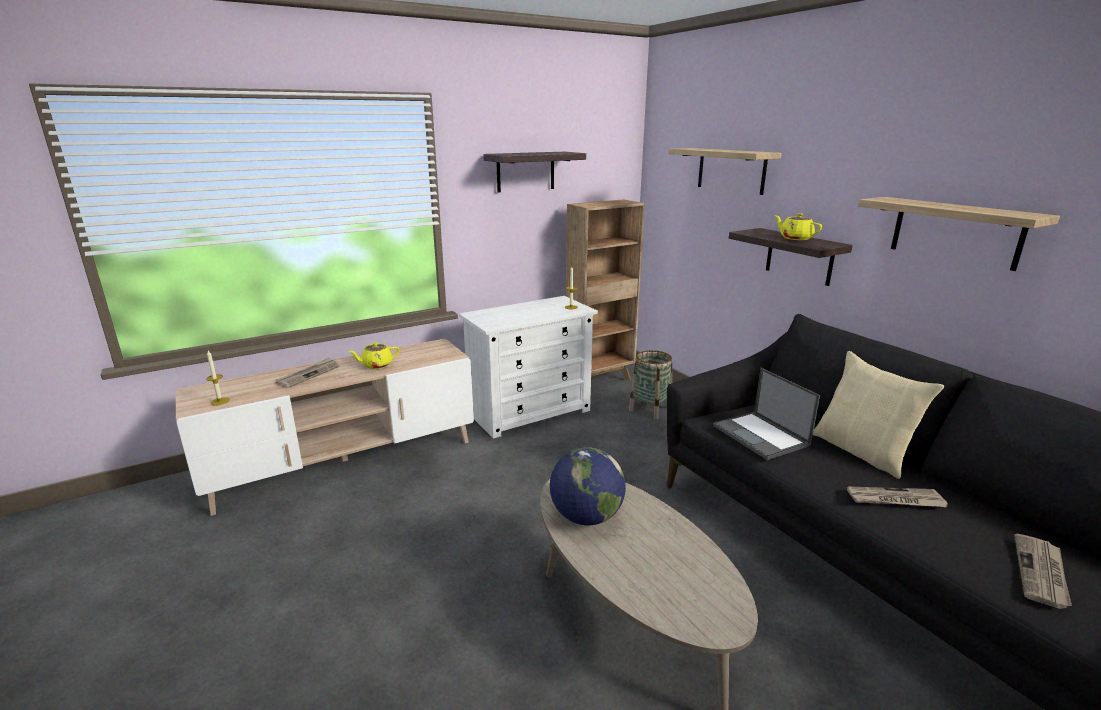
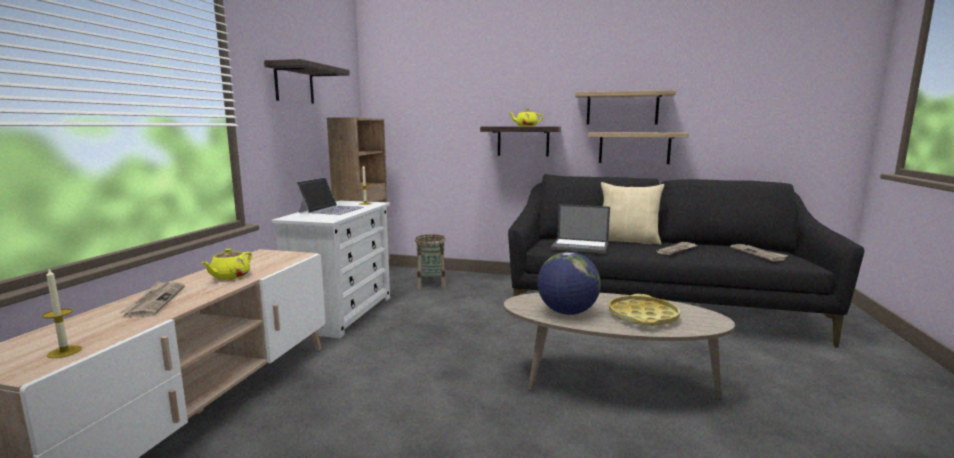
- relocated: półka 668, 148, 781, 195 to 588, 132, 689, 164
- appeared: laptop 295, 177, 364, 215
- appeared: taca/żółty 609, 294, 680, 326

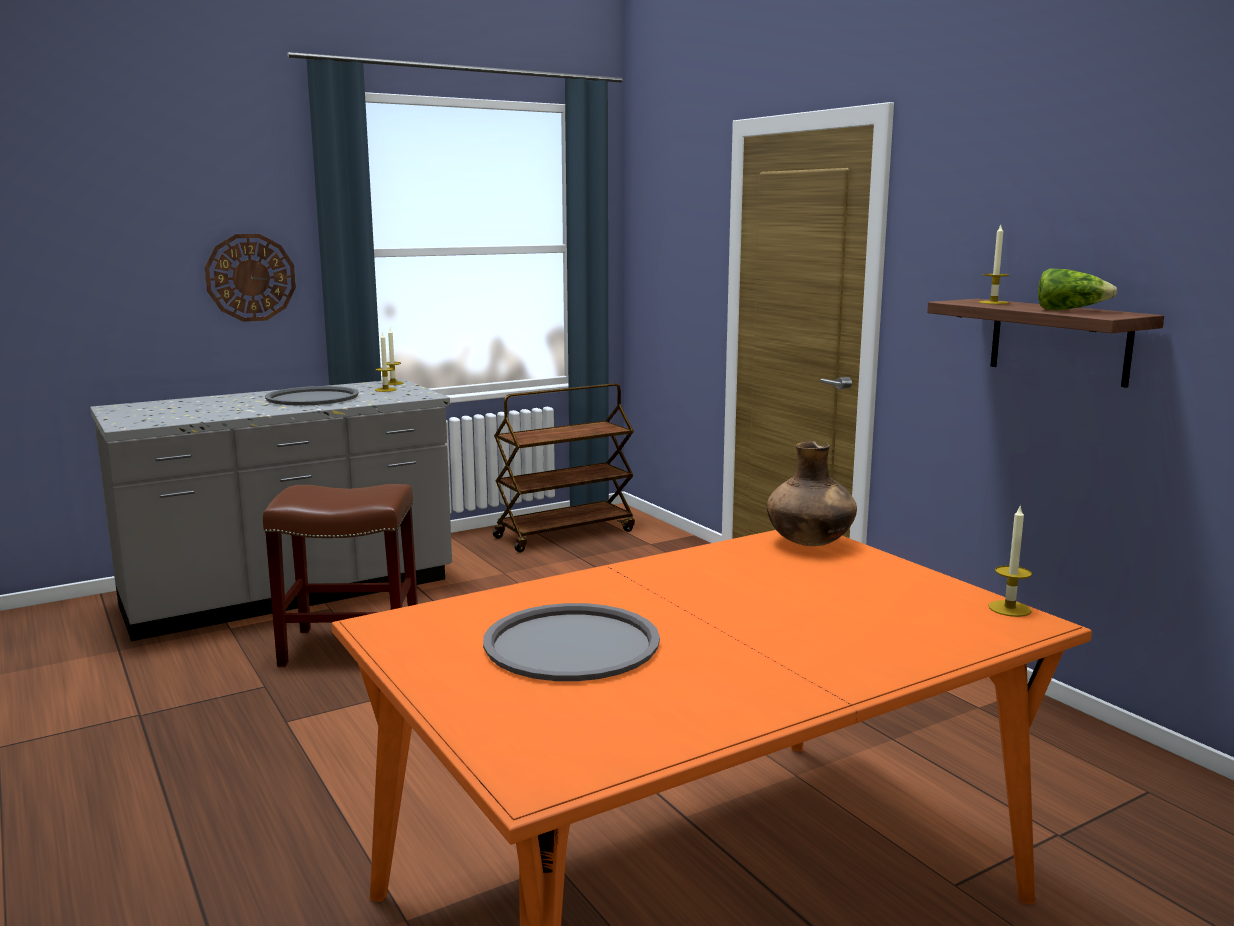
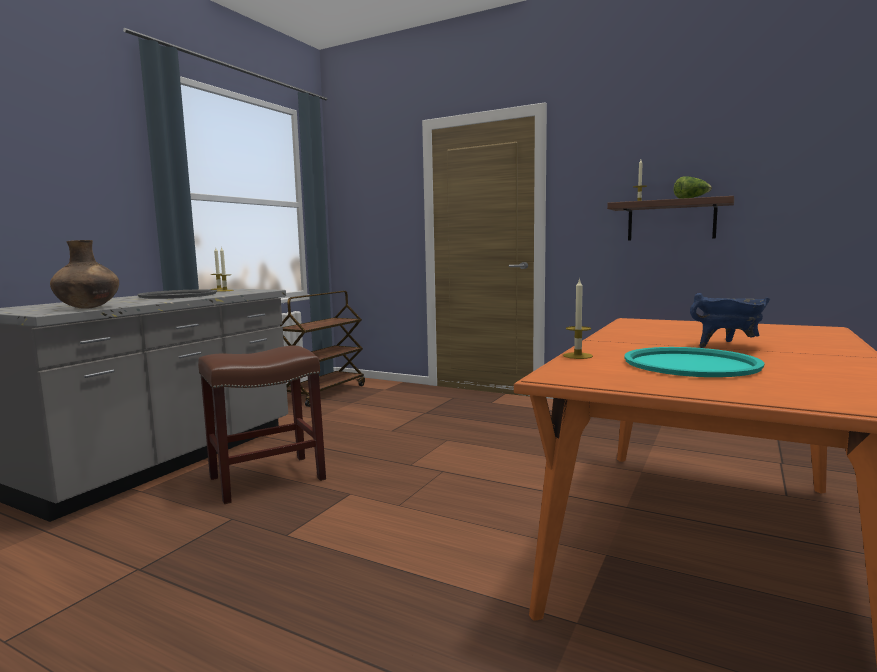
- missing: zegar ścienny 205, 234, 296, 322
- relocated: wazon/brązowy 767, 441, 857, 546 to 50, 240, 119, 309
- relocated: świeca 988, 507, 1032, 617 to 563, 278, 593, 359
- colour: taca/szary 483, 603, 660, 681 to taca/turkusowy 624, 347, 764, 377
- appeared: garnek/niebieski 690, 293, 770, 348

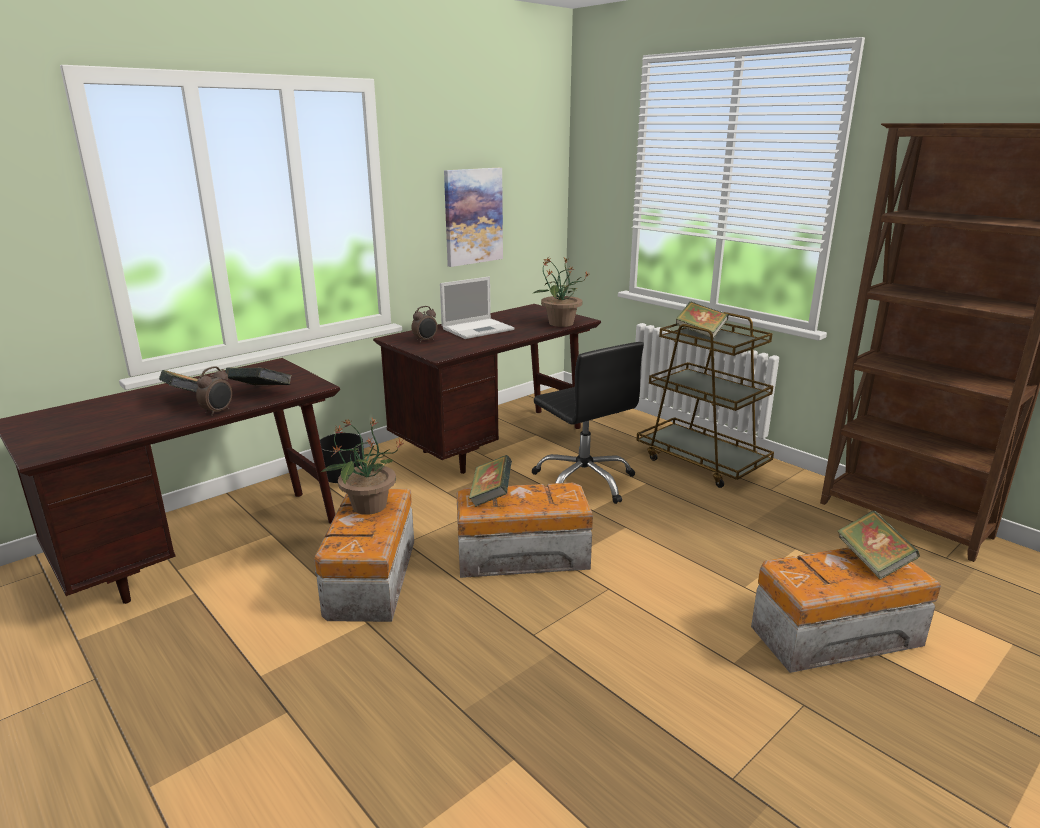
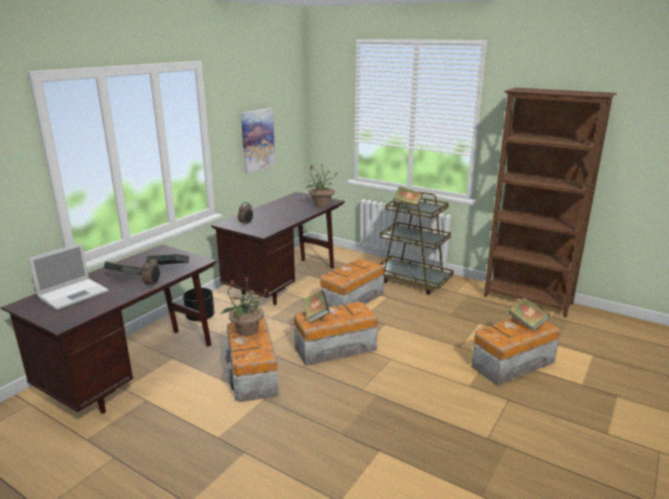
- relocated: laptop 440, 276, 514, 339 to 29, 243, 109, 310
- exchanged: krzesło biurowe/czarny 531, 342, 644, 504 to pojemnik do przechowywania 320, 259, 384, 307

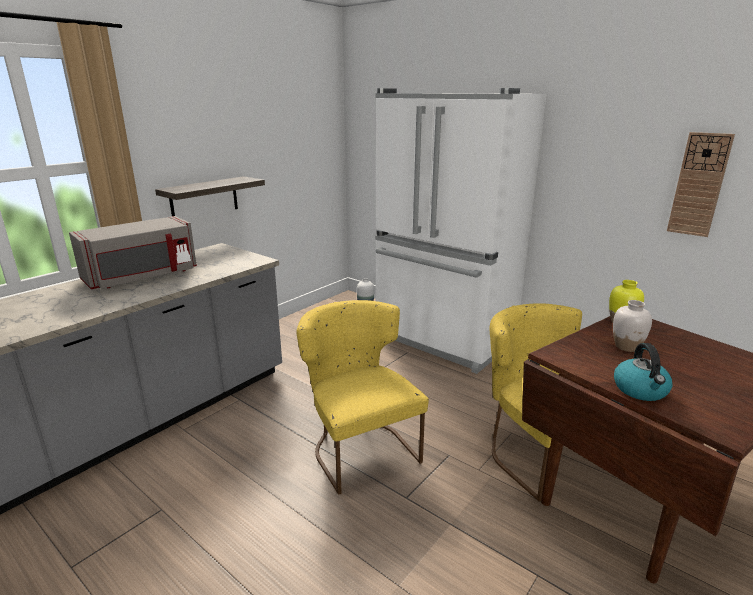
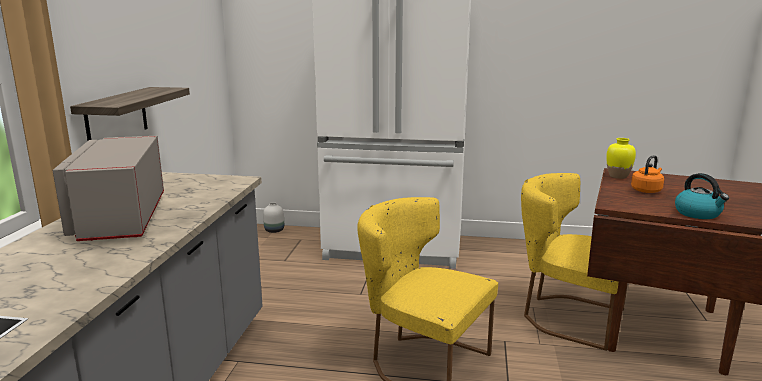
- missing: zegar ścienny 667, 132, 735, 237
- spun: mikrofalówka/szary 69, 216, 197, 289 = 52, 136, 164, 241 150 degrees clockwise
- exchanged: wazon/biały 613, 300, 652, 352 to czajnik/pomarańczowy 631, 155, 664, 193

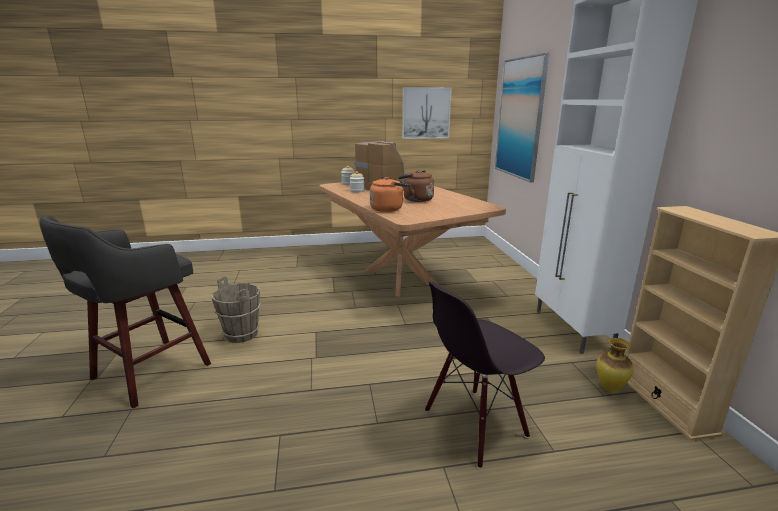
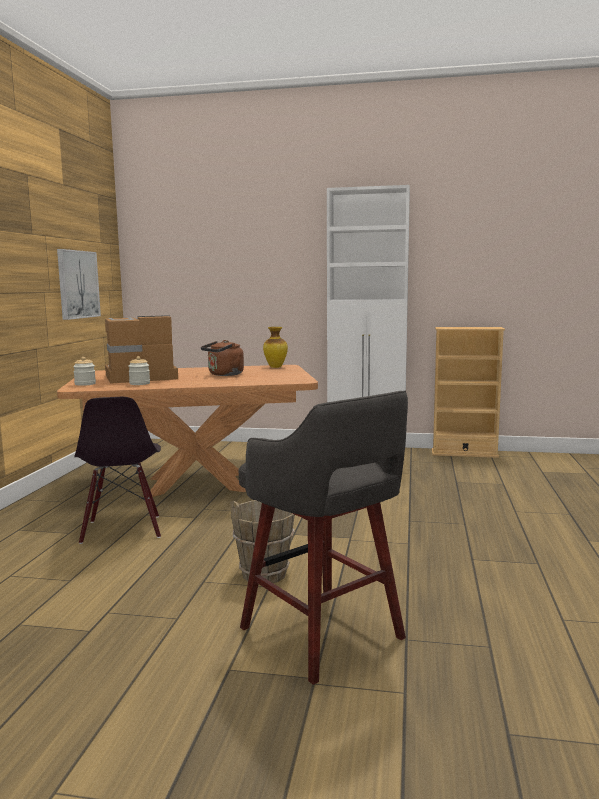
- missing: obraz 495, 52, 549, 182
- missing: czajnik/pomarańczowy 370, 177, 409, 212
- relocated: krzesło/czarny 425, 281, 545, 469 to 75, 397, 161, 544
- relocated: wazon 596, 338, 633, 392 to 263, 327, 288, 368

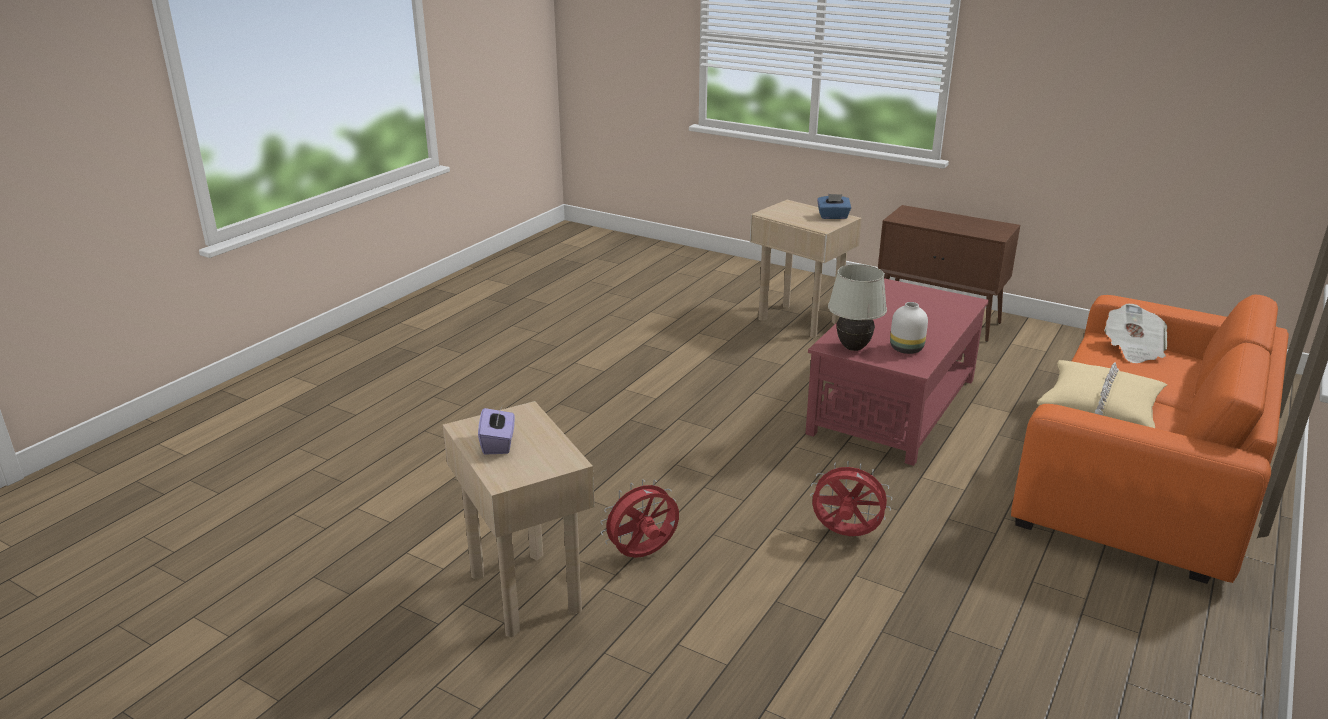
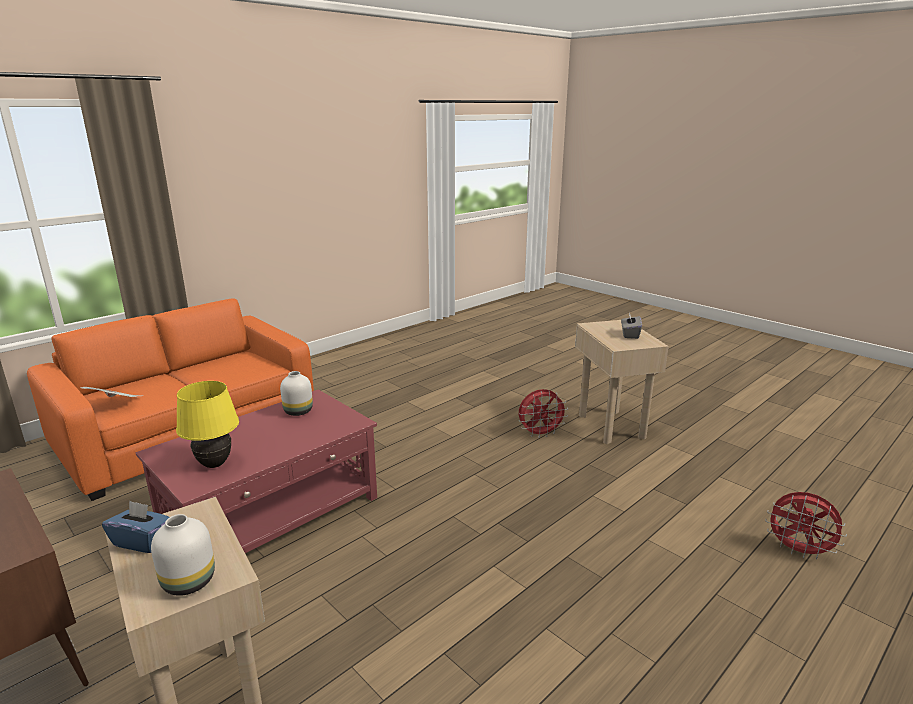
- missing: lampa stołowa/biały 828, 264, 887, 351
- missing: poduszka/beżowy 1037, 360, 1167, 428
- colour: pudełko chusteczek/fioletowy 478, 404, 515, 455 to pudełko chusteczek/szary 621, 311, 642, 339
- relocated: wentylator/czerwony 810, 461, 892, 536 to 765, 492, 847, 559
- appeared: lampa stołowa/żółty 176, 381, 239, 468
- appeared: wazon/biały 151, 514, 215, 596

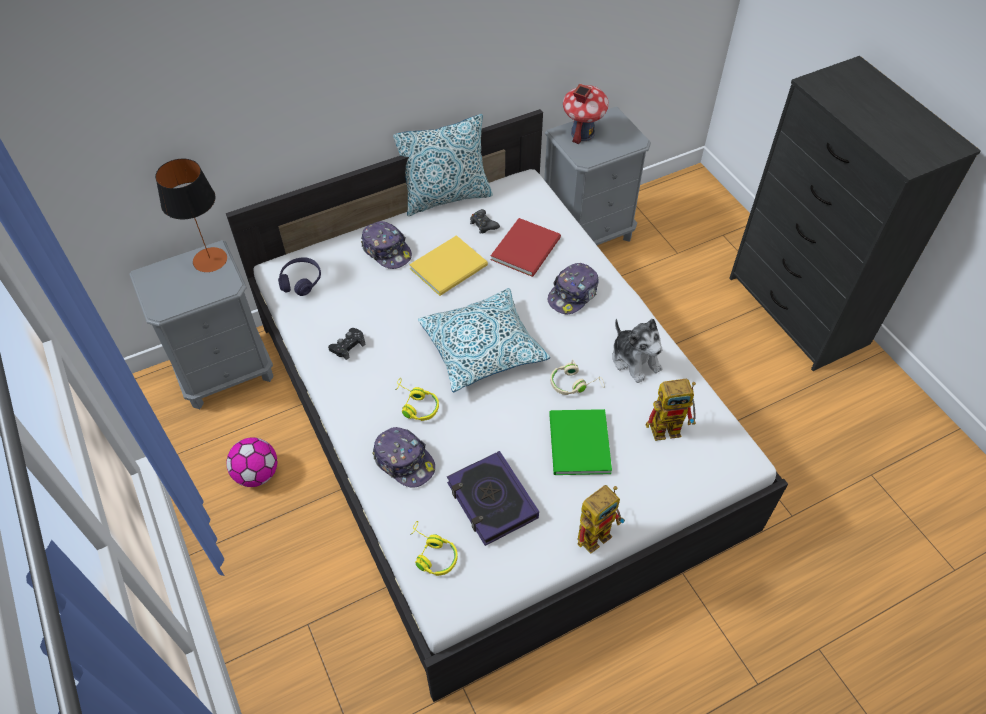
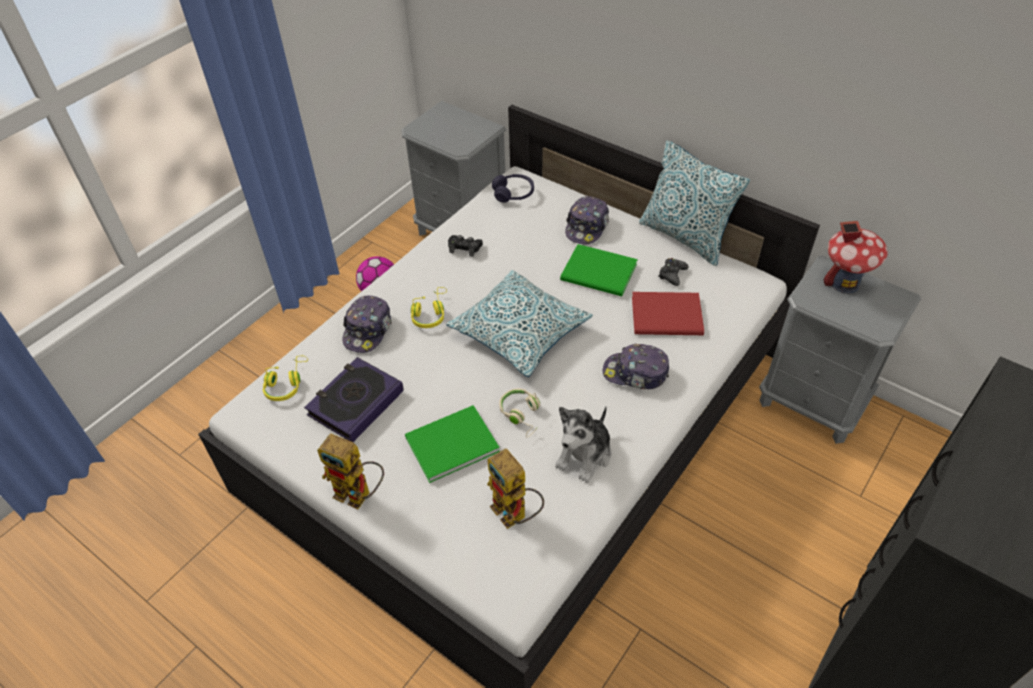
- missing: lampa stołowa 155, 159, 227, 272
- colour: książka/żółty 409, 235, 488, 296 to książka/zielony 560, 244, 638, 296

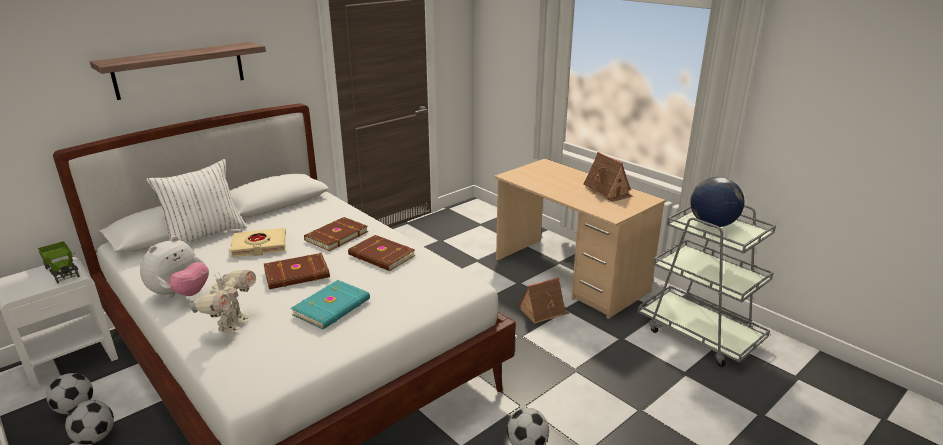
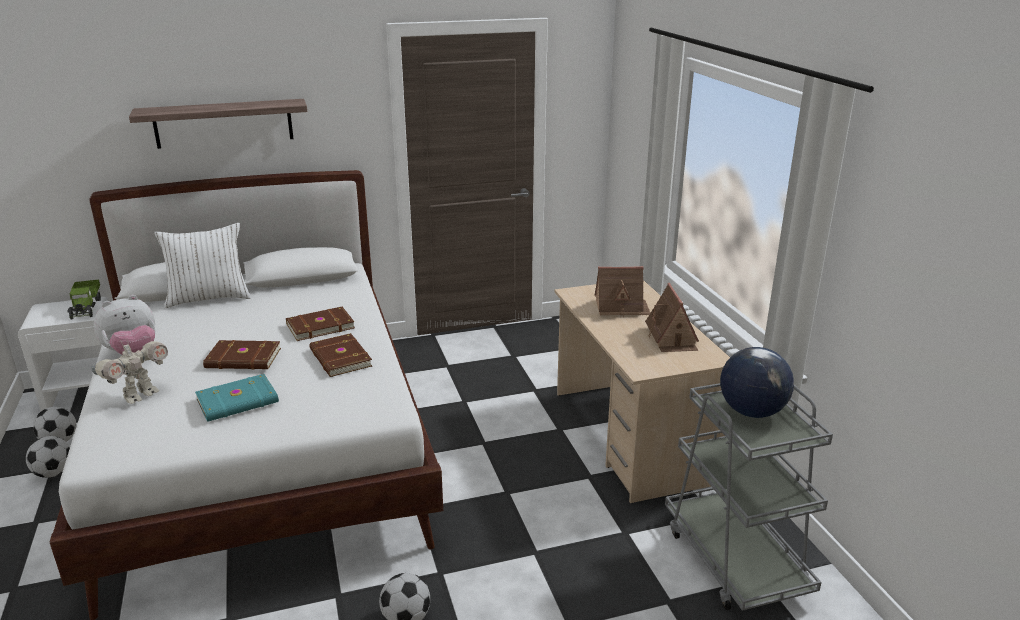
- missing: książka/beżowy 230, 228, 286, 257
- relocated: domek 519, 277, 569, 323 to 595, 266, 650, 317

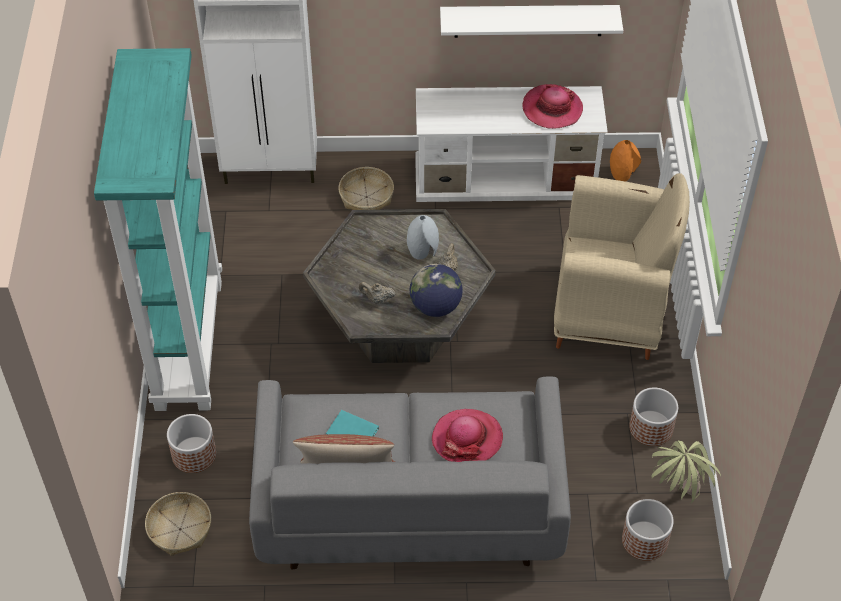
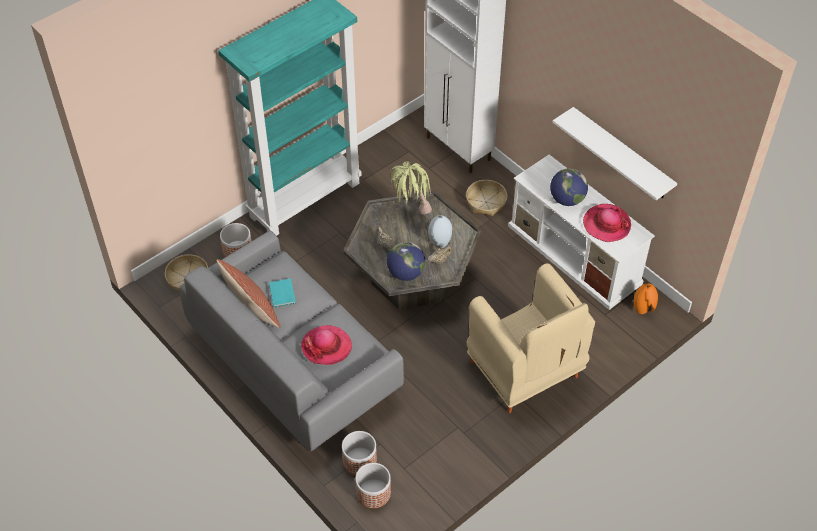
- relocated: donica 629, 387, 678, 446 to 342, 431, 377, 475
- relocated: roślina doniczkowa 651, 440, 721, 504 to 390, 161, 432, 215
- appeared: globus 550, 168, 588, 206

